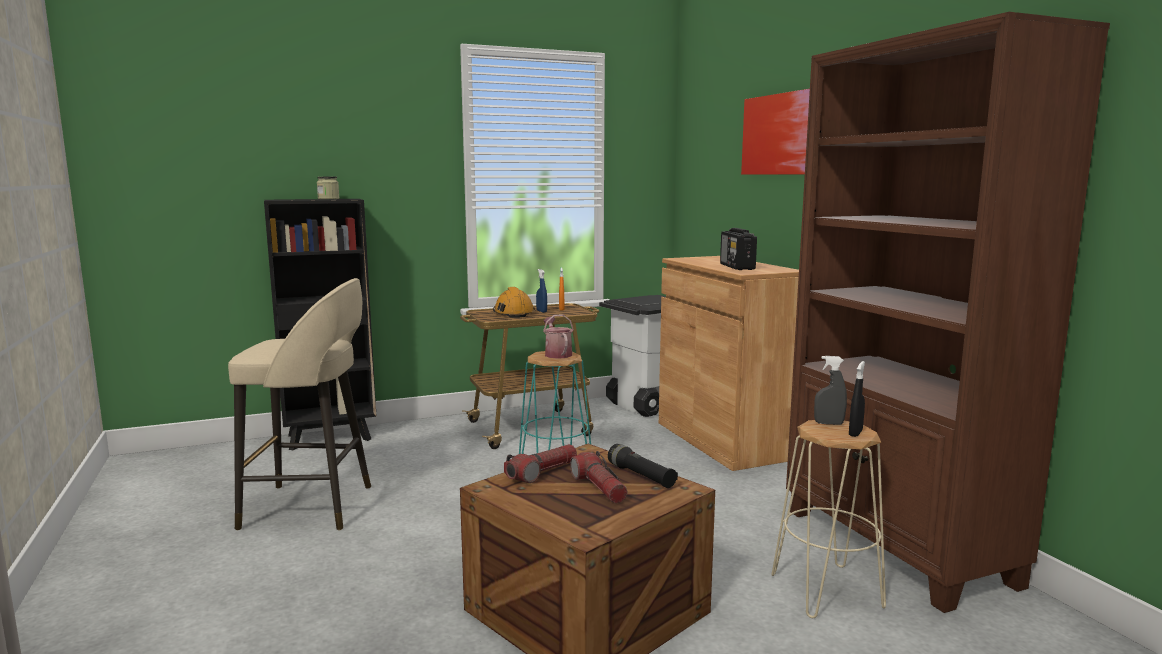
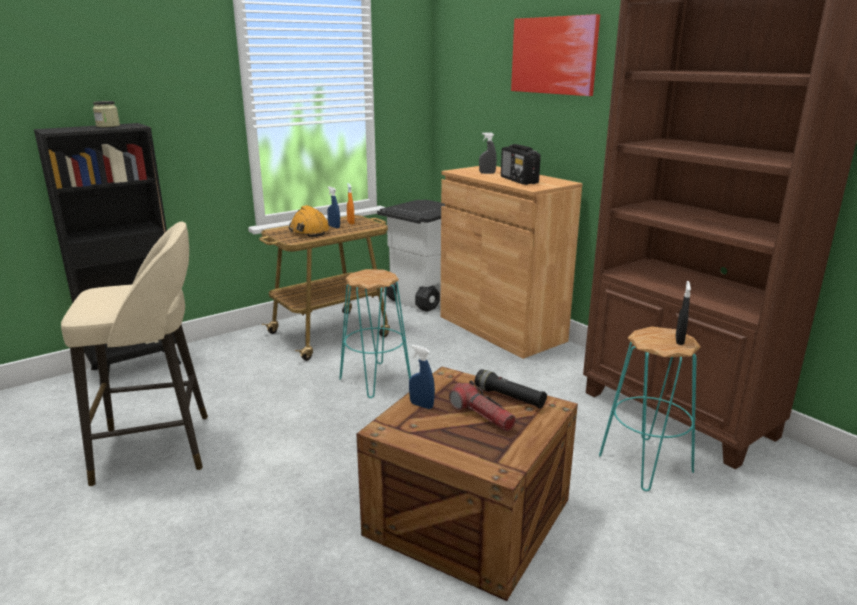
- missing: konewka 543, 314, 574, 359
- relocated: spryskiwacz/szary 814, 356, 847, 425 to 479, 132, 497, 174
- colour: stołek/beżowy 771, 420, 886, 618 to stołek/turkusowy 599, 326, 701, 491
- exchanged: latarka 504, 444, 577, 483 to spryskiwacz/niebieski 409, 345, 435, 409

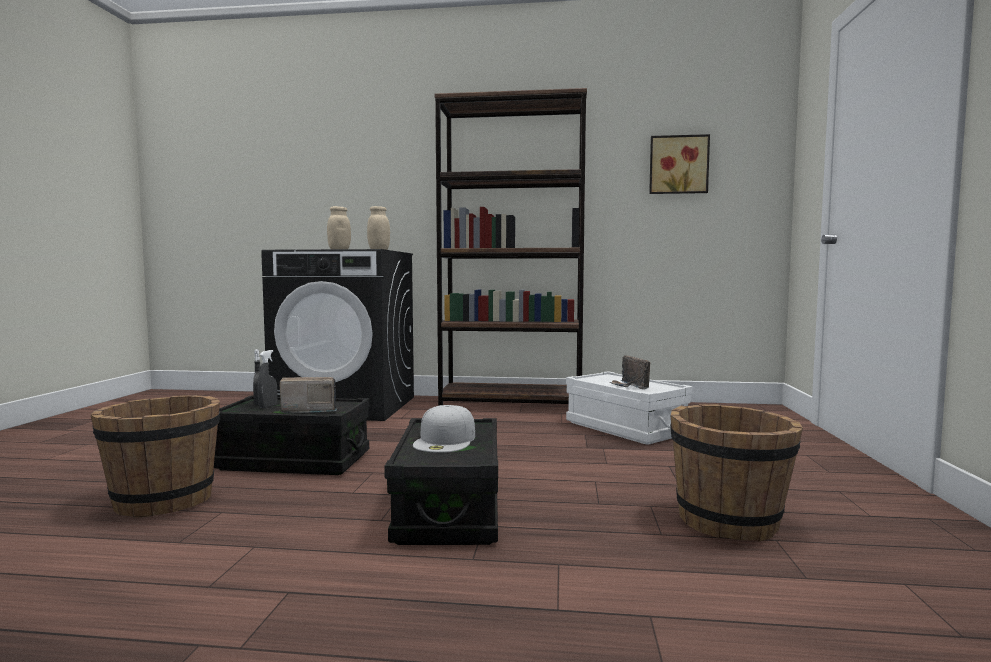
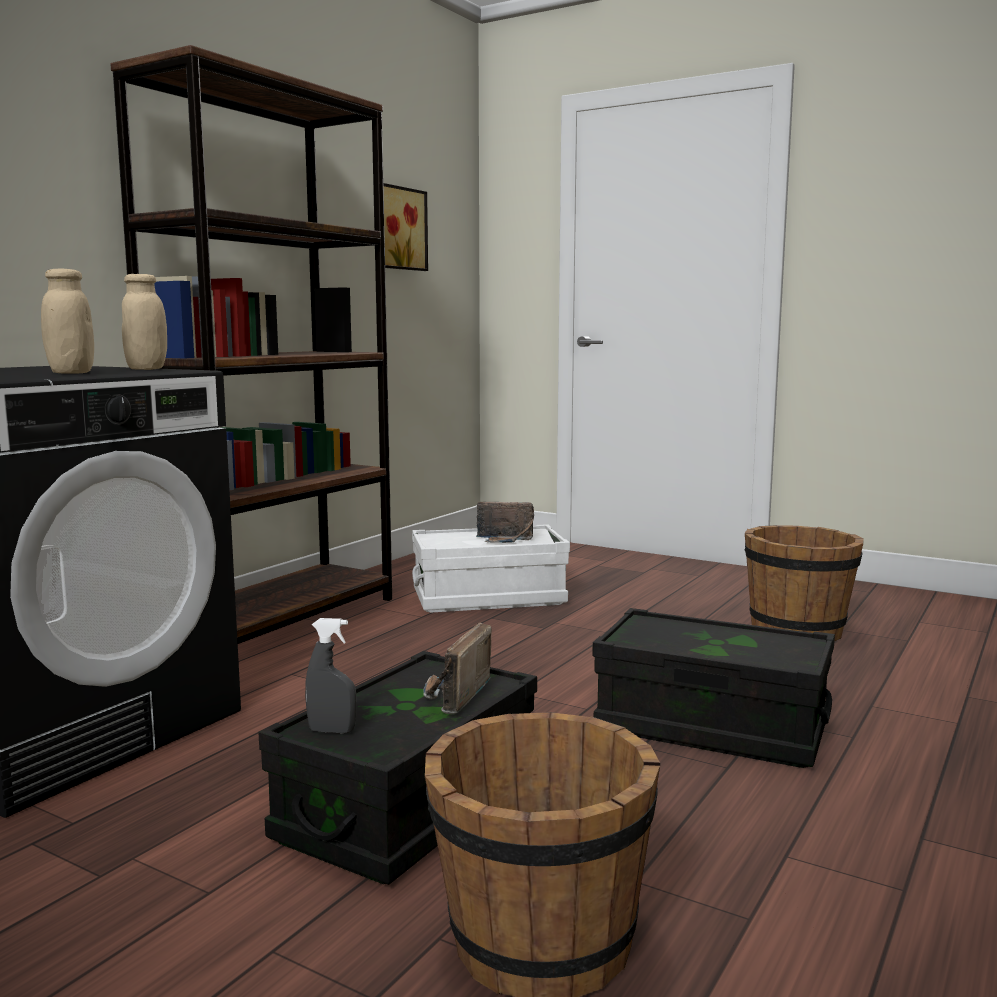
- missing: spryskiwacz/szary 257, 350, 277, 408
- missing: czapka z daszkiem/biały 413, 405, 475, 453

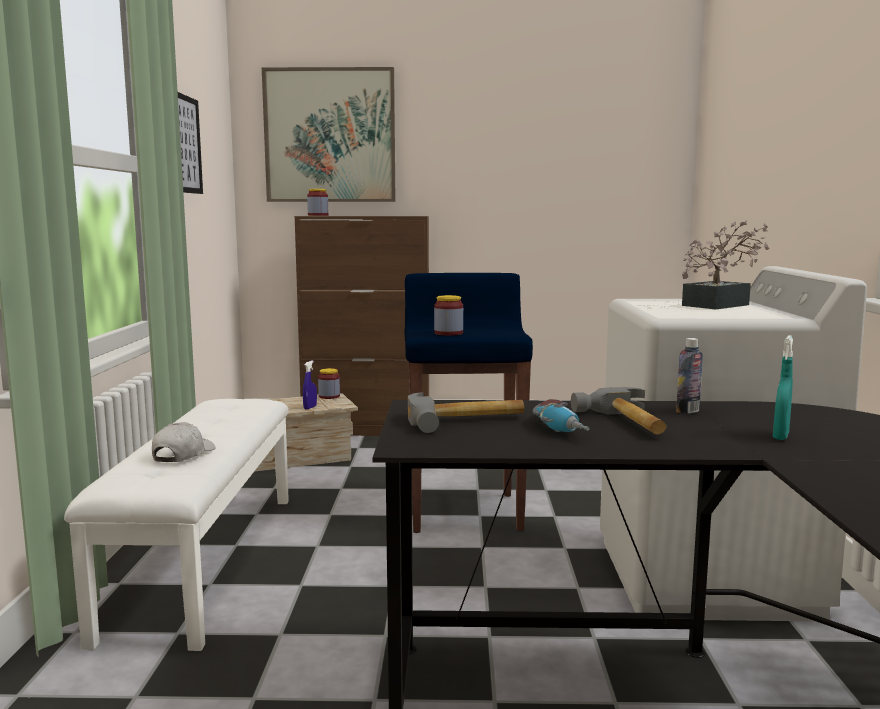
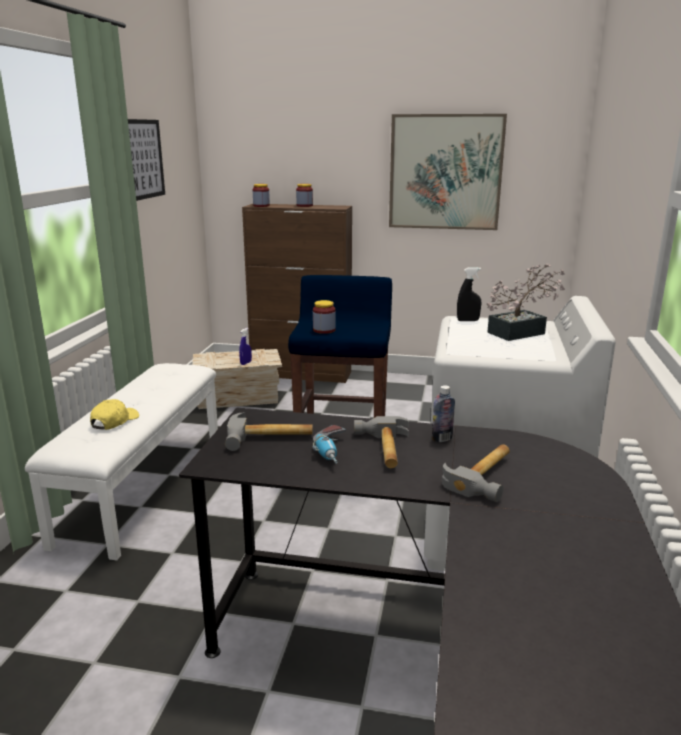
- relocated: obraz 262, 67, 396, 202 to 389, 114, 507, 230
- exchanged: spryskiwacz/turkusowy 773, 335, 793, 440 to młotek 442, 444, 510, 502
- relocated: słoik 318, 368, 340, 399 to 296, 184, 313, 207
- colour: czapka z daszkiem/biały 152, 422, 215, 462 to czapka z daszkiem/żółty 90, 399, 139, 430
- appeared: spryskiwacz/czarny 457, 267, 481, 321

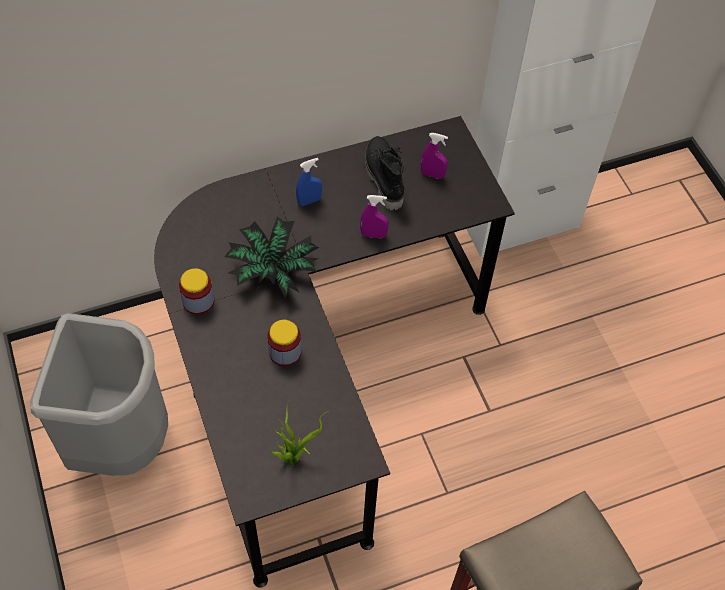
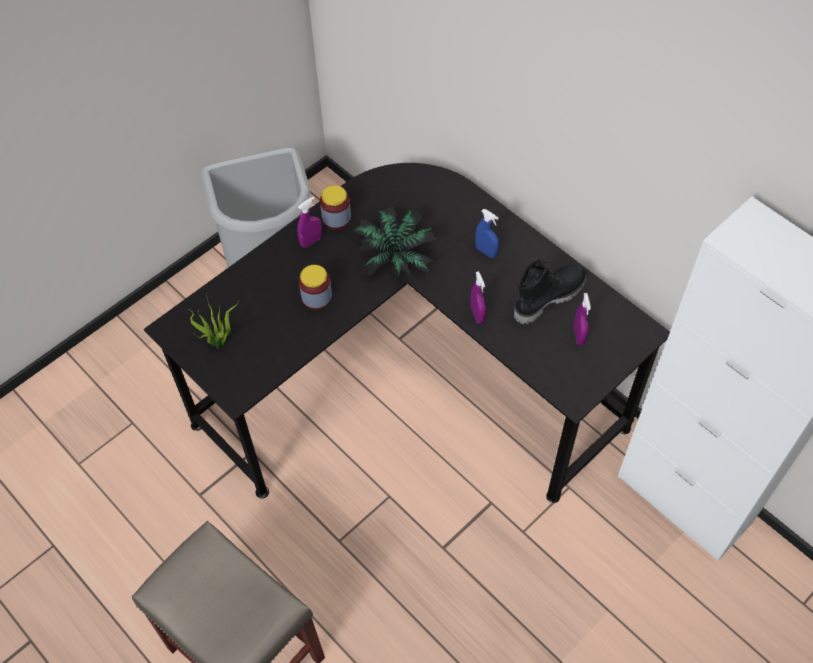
- appeared: spryskiwacz/fioletowy 297, 196, 322, 248

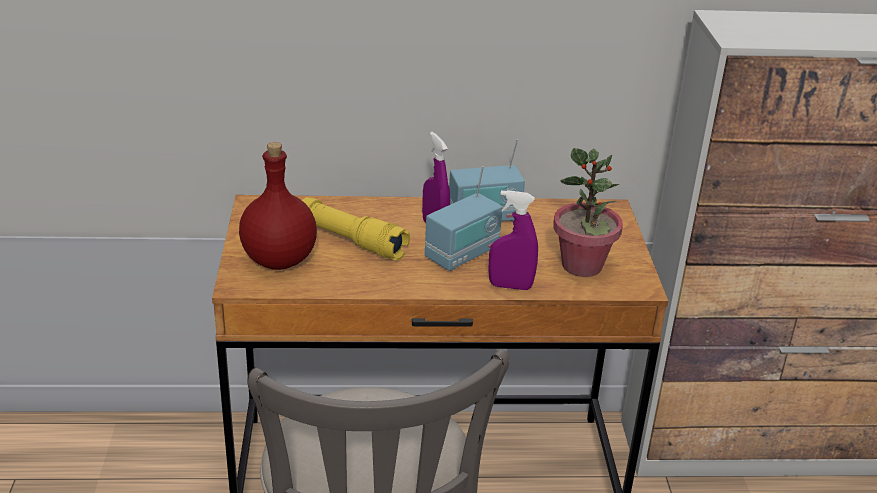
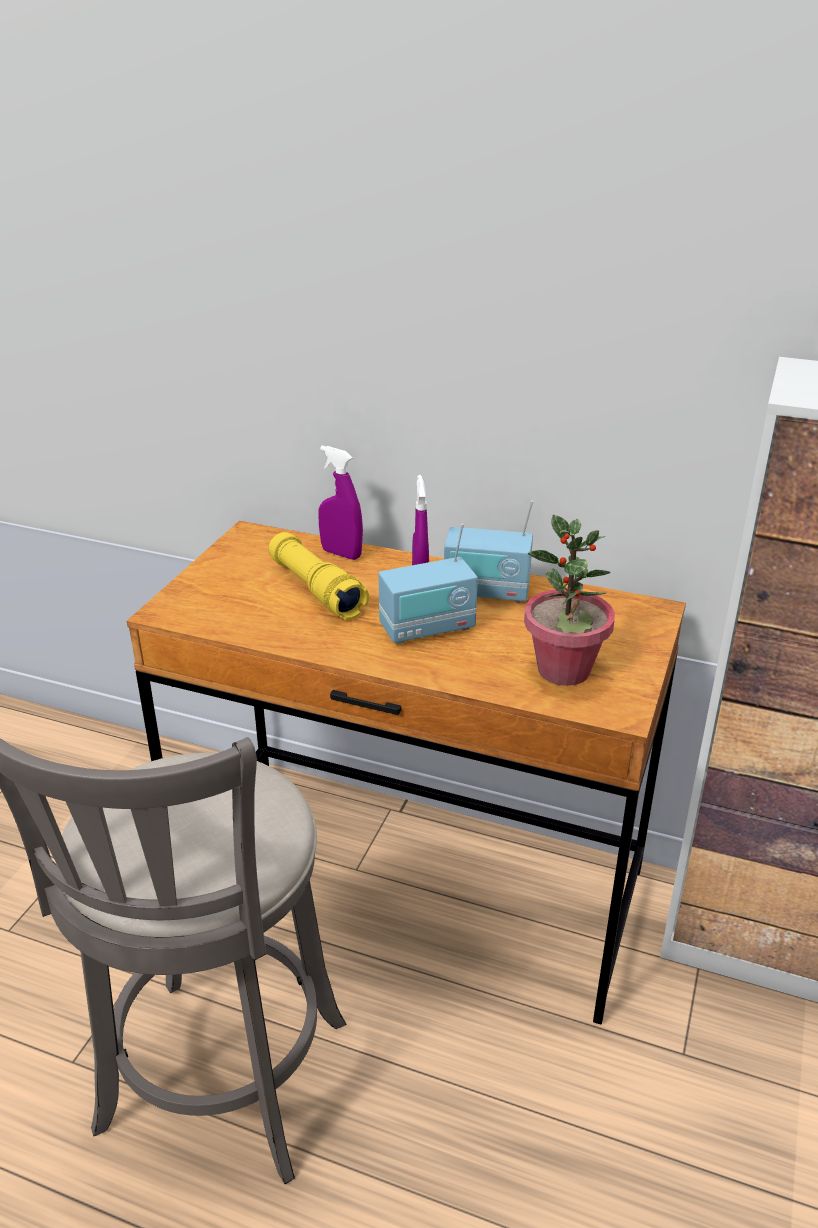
- missing: butelka/czerwony 239, 142, 317, 270
- relocated: spryskiwacz/fioletowy 488, 190, 538, 290 to 318, 446, 363, 560

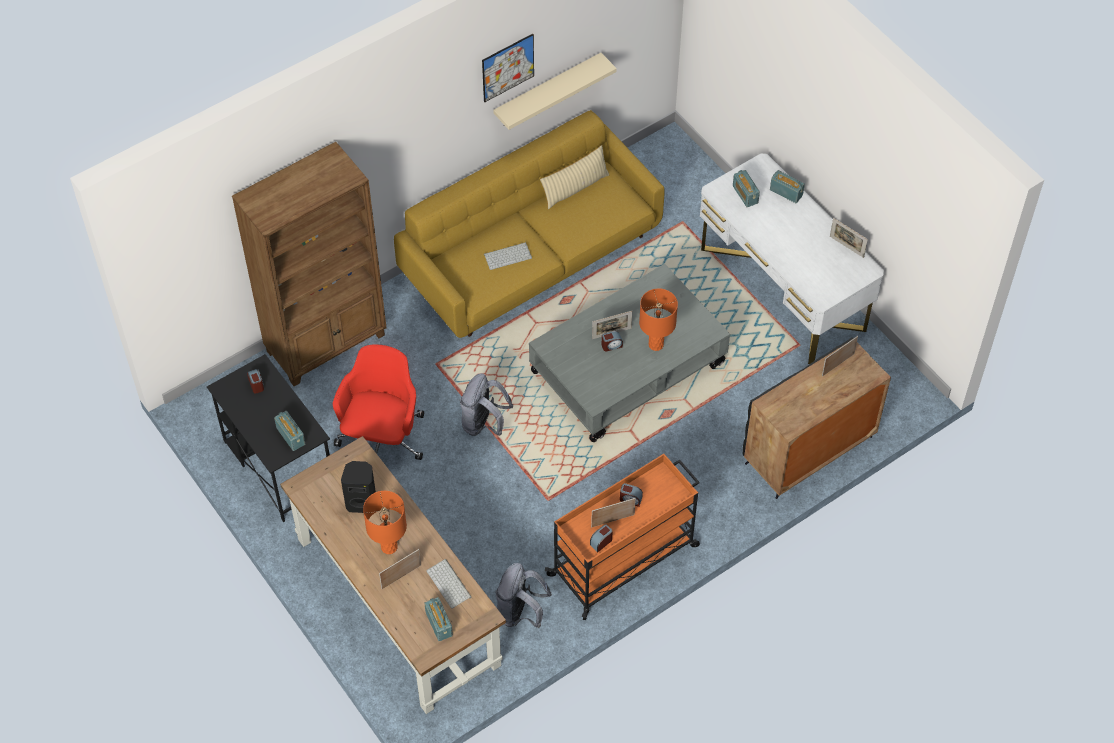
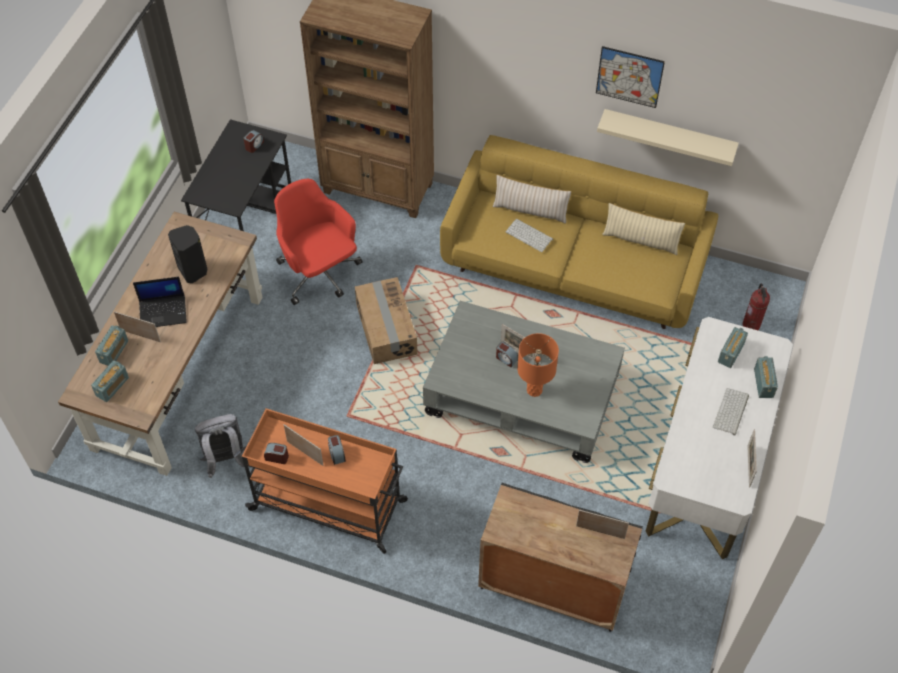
- spun: krzesło biurowe/czerwony 333, 344, 424, 460 = 274, 179, 362, 305 105 degrees counterclockwise
- exchanged: plecak/szary 460, 373, 513, 436 to karton 355, 277, 418, 364
- relocated: radio 274, 411, 305, 451 to 95, 325, 128, 366
- exchanged: lampa stołowa/pomarańczowy 363, 491, 407, 554 to laptop 133, 277, 187, 327
- relocated: klawiatura 426, 559, 472, 608 to 713, 388, 749, 435
- appeared: poduszka/beżowy 492, 175, 571, 224
- appeared: gaśnica 743, 284, 770, 330

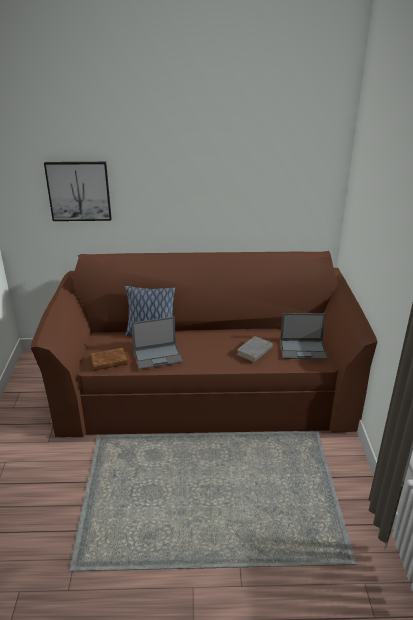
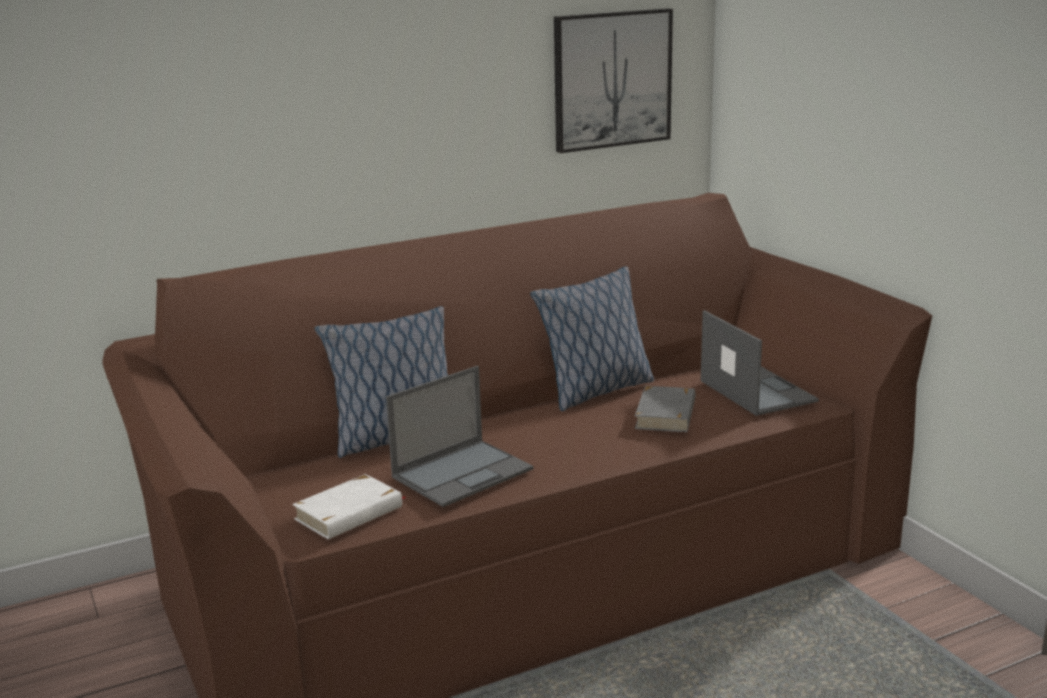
- relocated: obraz 44, 162, 112, 221 to 554, 8, 673, 153
- spun: laptop 280, 313, 327, 360 = 701, 310, 819, 416 90 degrees counterclockwise
- colour: książka/brązowy 91, 348, 132, 371 to książka/biały 292, 474, 407, 539
- appeared: poduszka 530, 266, 654, 411

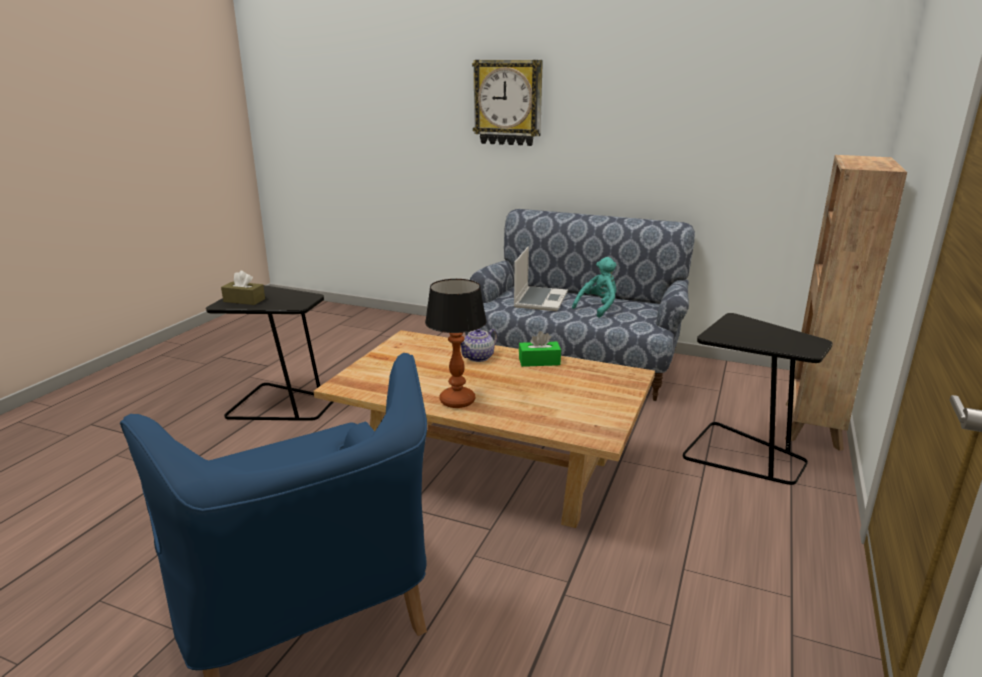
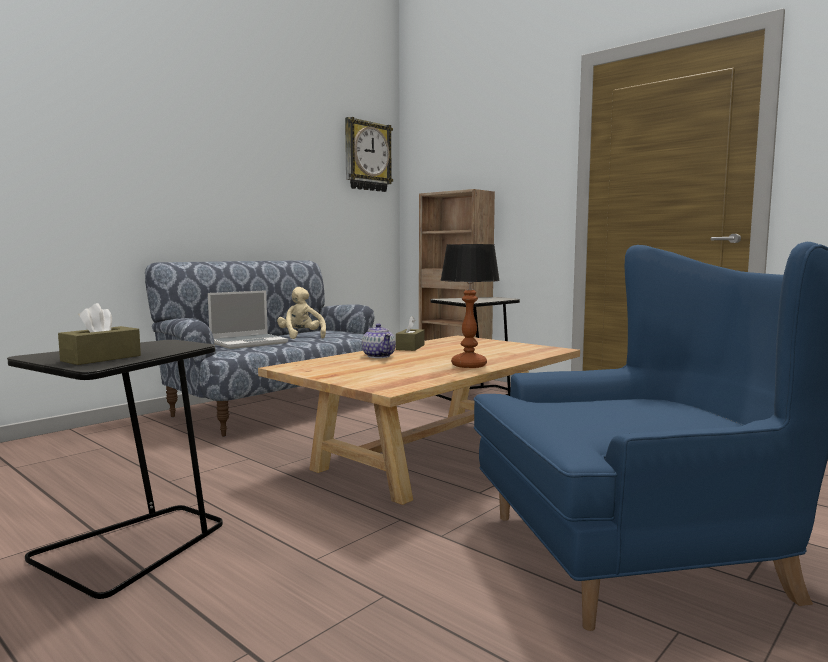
- relocated: zegar ścienny 472, 60, 543, 146 to 345, 117, 393, 192
- spun: laptop 514, 246, 568, 311 = 208, 290, 288, 349 105 degrees clockwise
- colour: pluszak/turkusowy 572, 257, 617, 318 to pluszak/beżowy 277, 287, 326, 339
- colour: pudełko chusteczek/zielony 519, 331, 561, 367 to pudełko chusteczek/brązowy 396, 316, 425, 351

